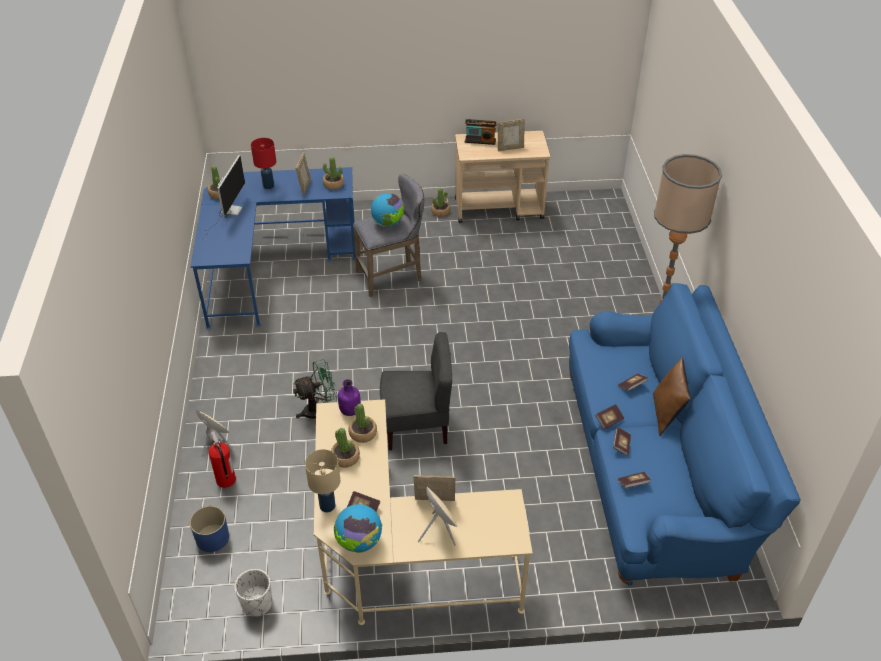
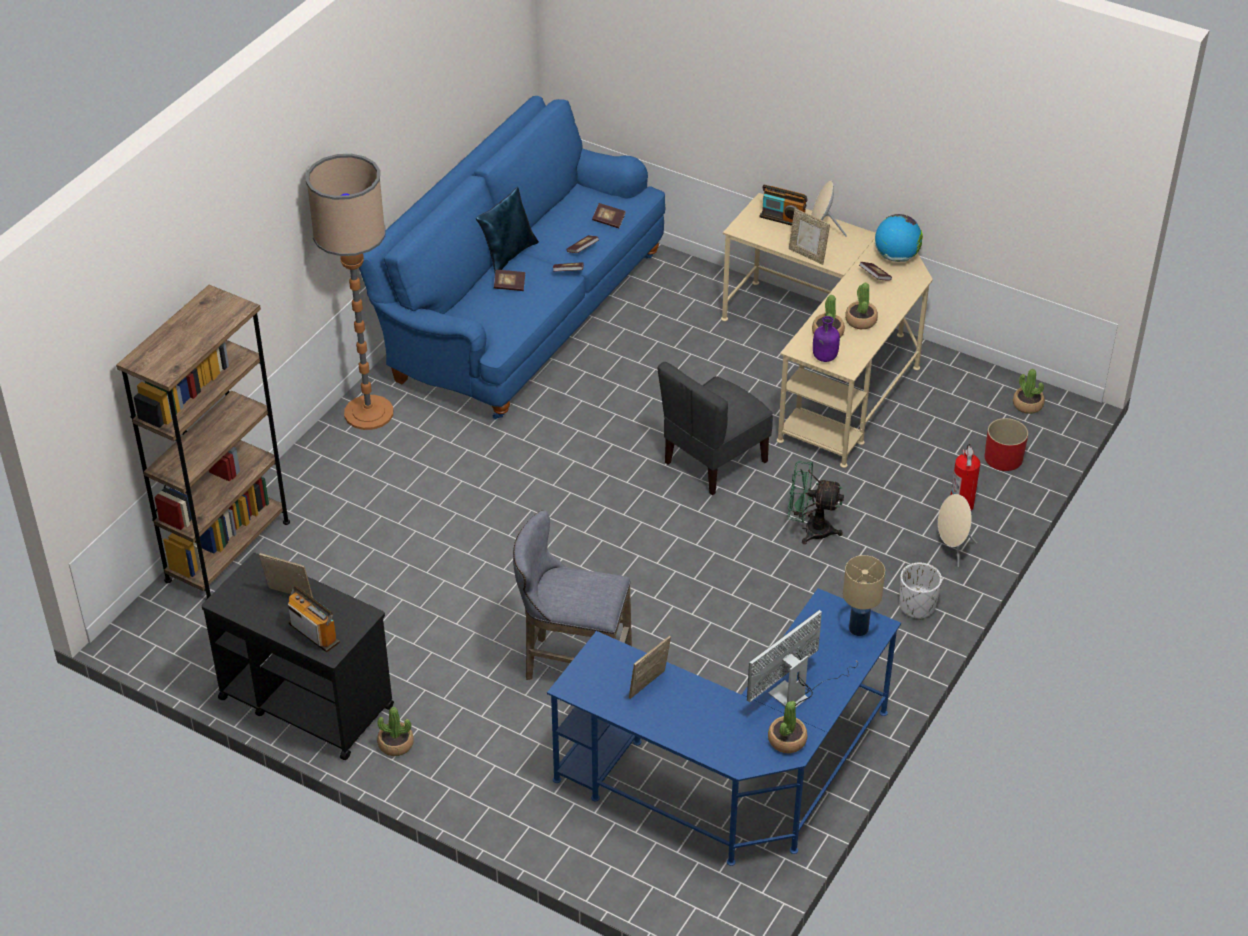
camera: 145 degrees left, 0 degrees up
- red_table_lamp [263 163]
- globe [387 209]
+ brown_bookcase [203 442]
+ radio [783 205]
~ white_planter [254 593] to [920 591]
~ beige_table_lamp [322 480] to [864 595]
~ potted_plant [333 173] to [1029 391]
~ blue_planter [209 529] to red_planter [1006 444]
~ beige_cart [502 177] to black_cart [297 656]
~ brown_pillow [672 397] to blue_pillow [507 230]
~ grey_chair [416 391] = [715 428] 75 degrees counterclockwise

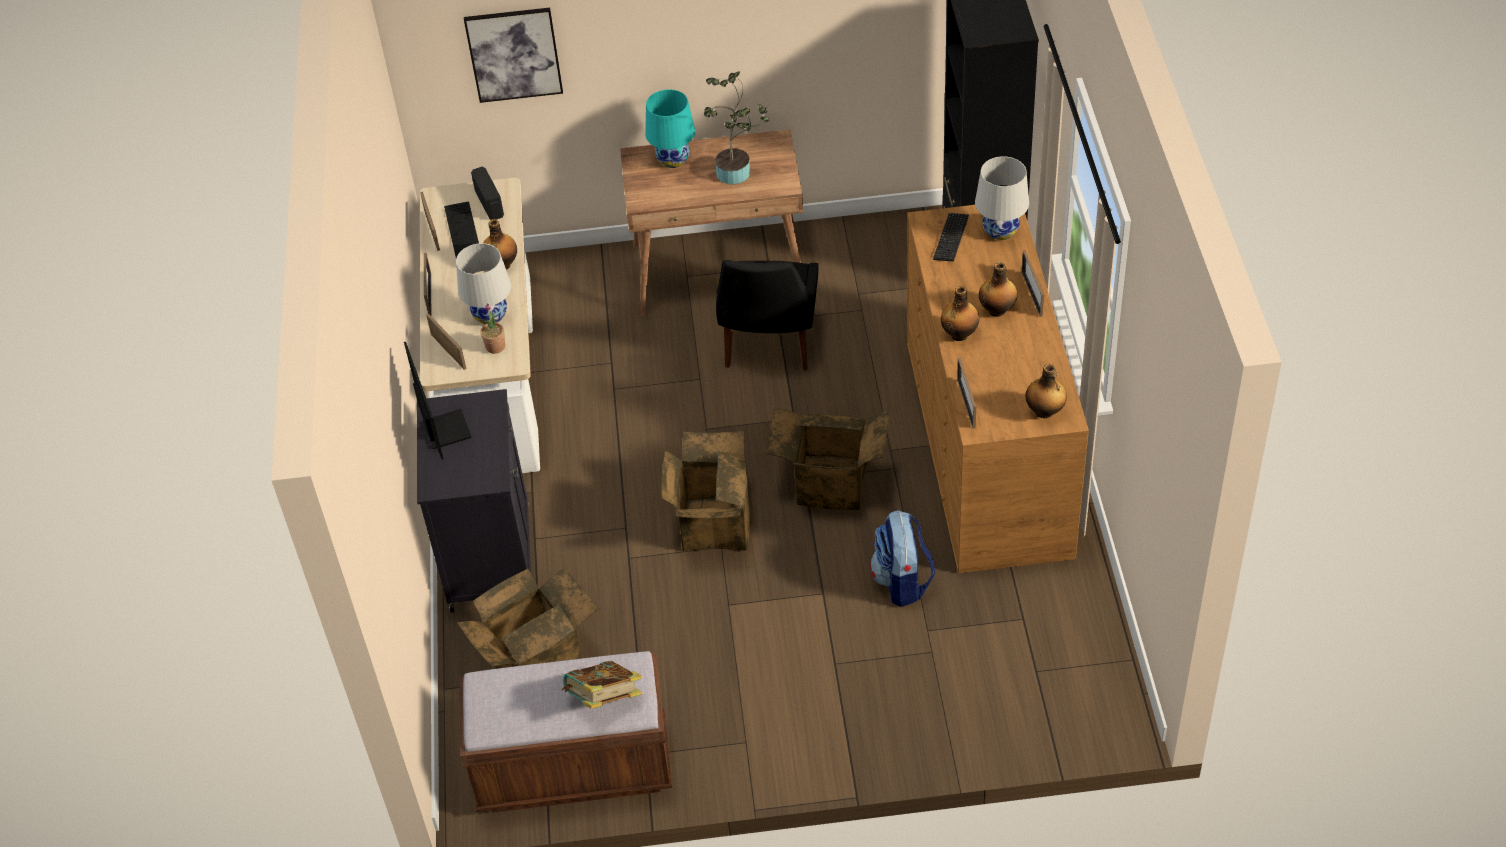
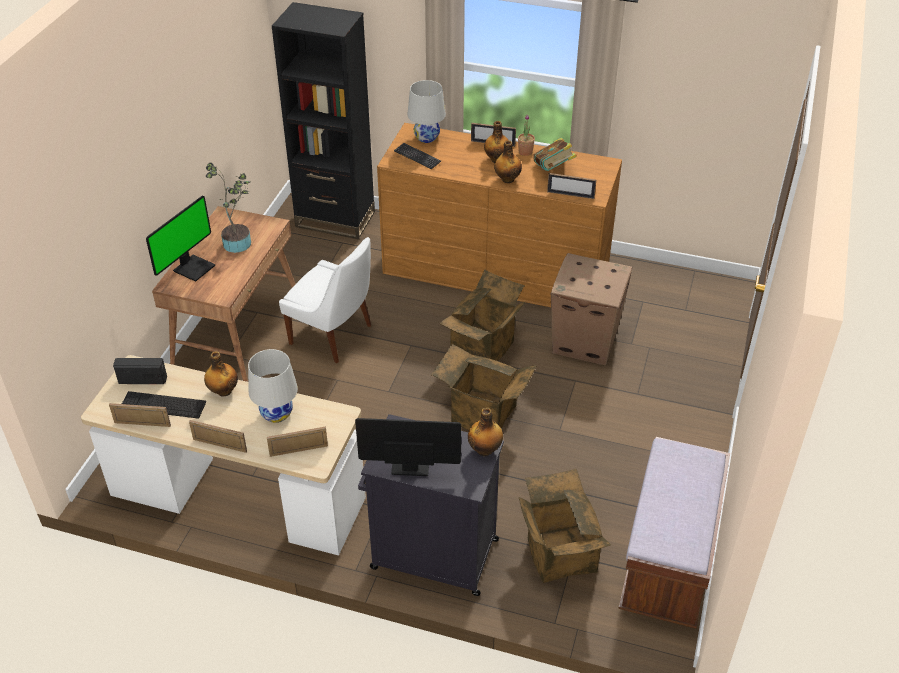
camera: 70 degrees left, 5 degrees down
- picture [513 55]
~ potted_plant [493 329] to [526 135]
~ book [602 685] to [555 154]
~ bottle [1046 391] to [485 431]
~ turquoise_table_lamp [670 128] to monitor [180 239]
~ backpack [902 558] to cardboard_box [592 309]
~ black_chair [767 315] to white_chair [325 300]

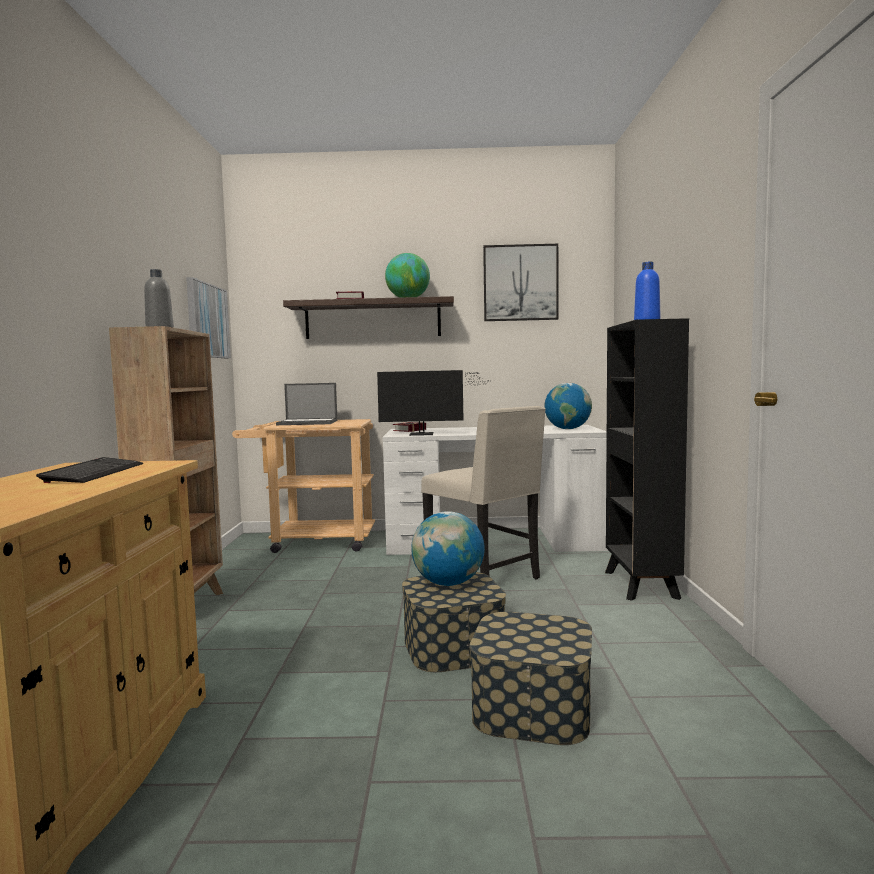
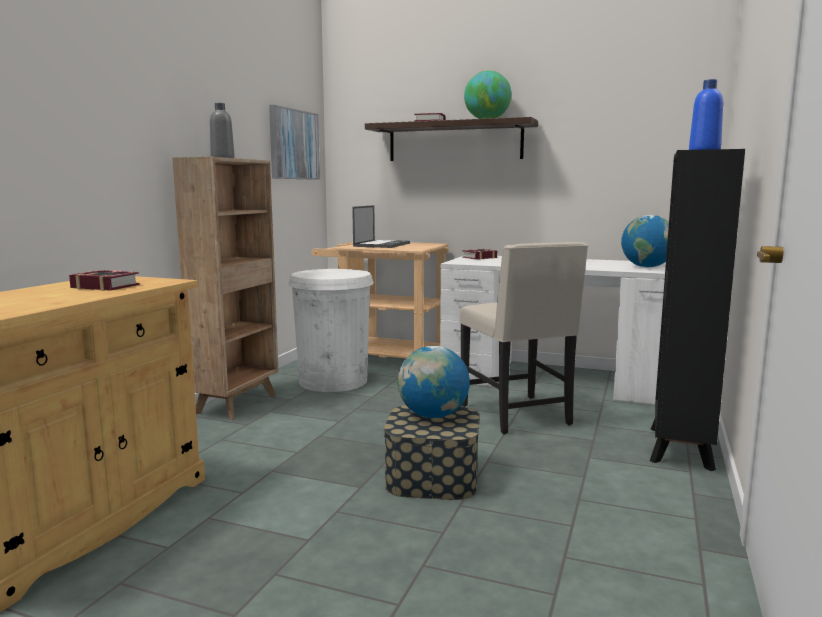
camera: 20 degrees right, 5 degrees up
- monitor [431 403]
- storage_box [531 678]
- picture [520 282]
+ white_trash_can [330 330]
~ keyboard [89 470] to book [104 280]
~ laptop [307 404] = [381 226] 90 degrees counterclockwise

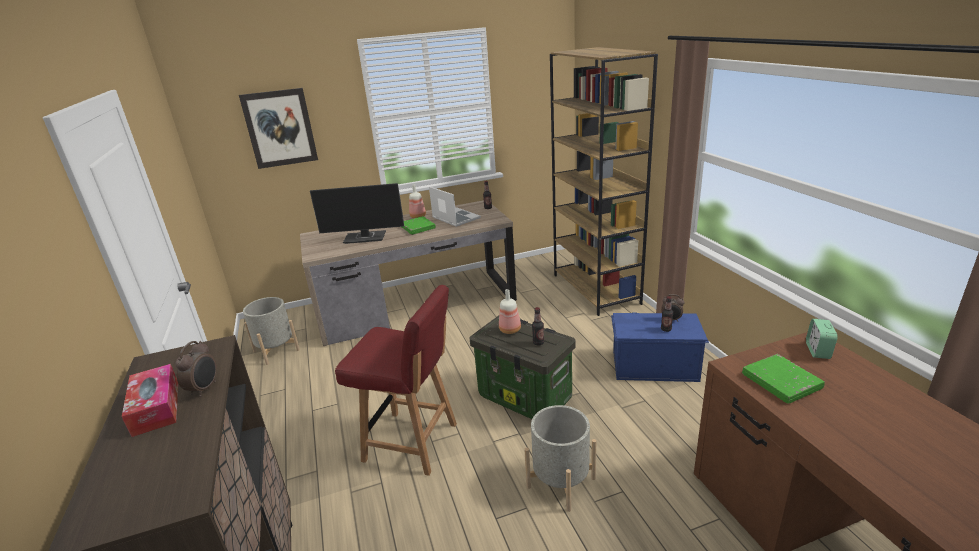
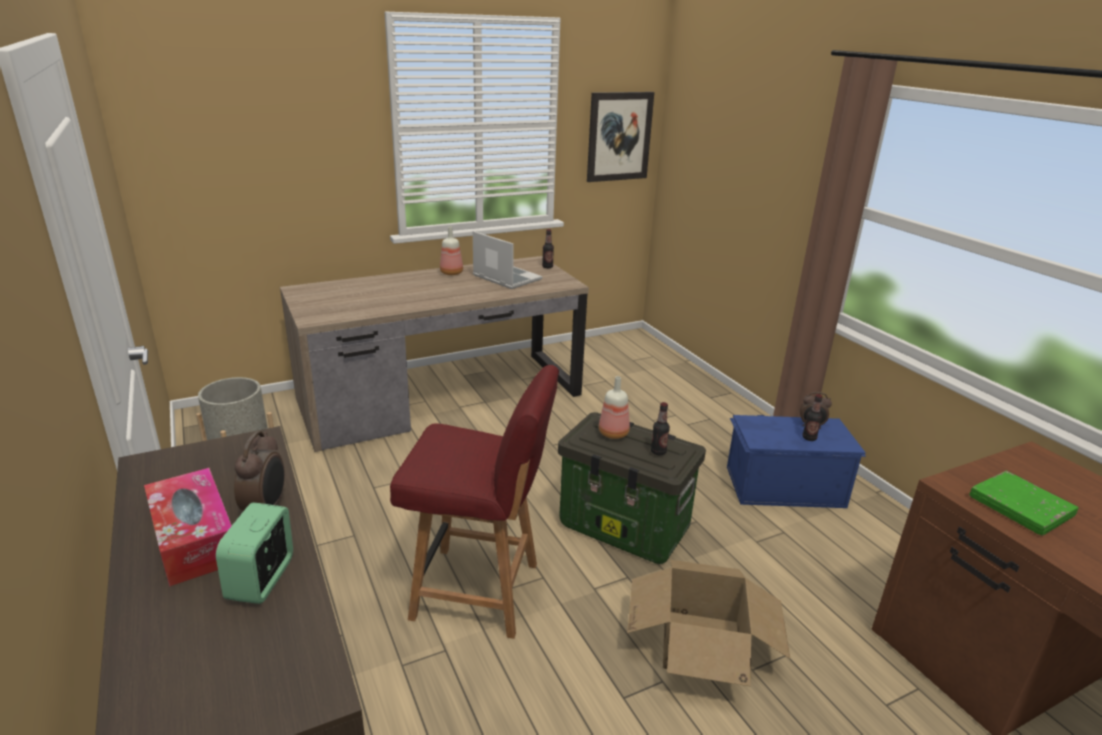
camera: 10 degrees left, 0 degrees up
- monitor [357 213]
- green_book [419 225]
- brown_bookcase [604 181]
~ picture [278 128] to [621 137]
~ alarm_clock [822 339] to [254 553]
~ grey_planter [560 458] to cardboard_box [708 623]

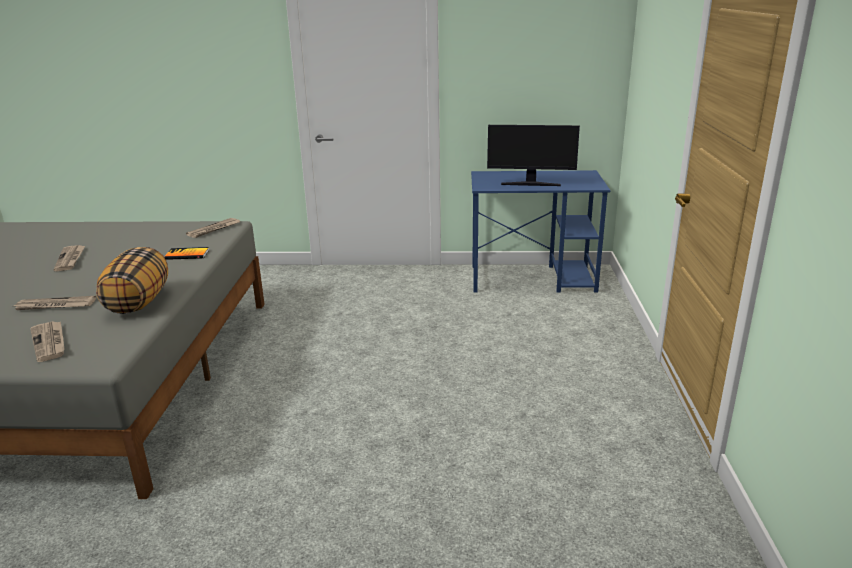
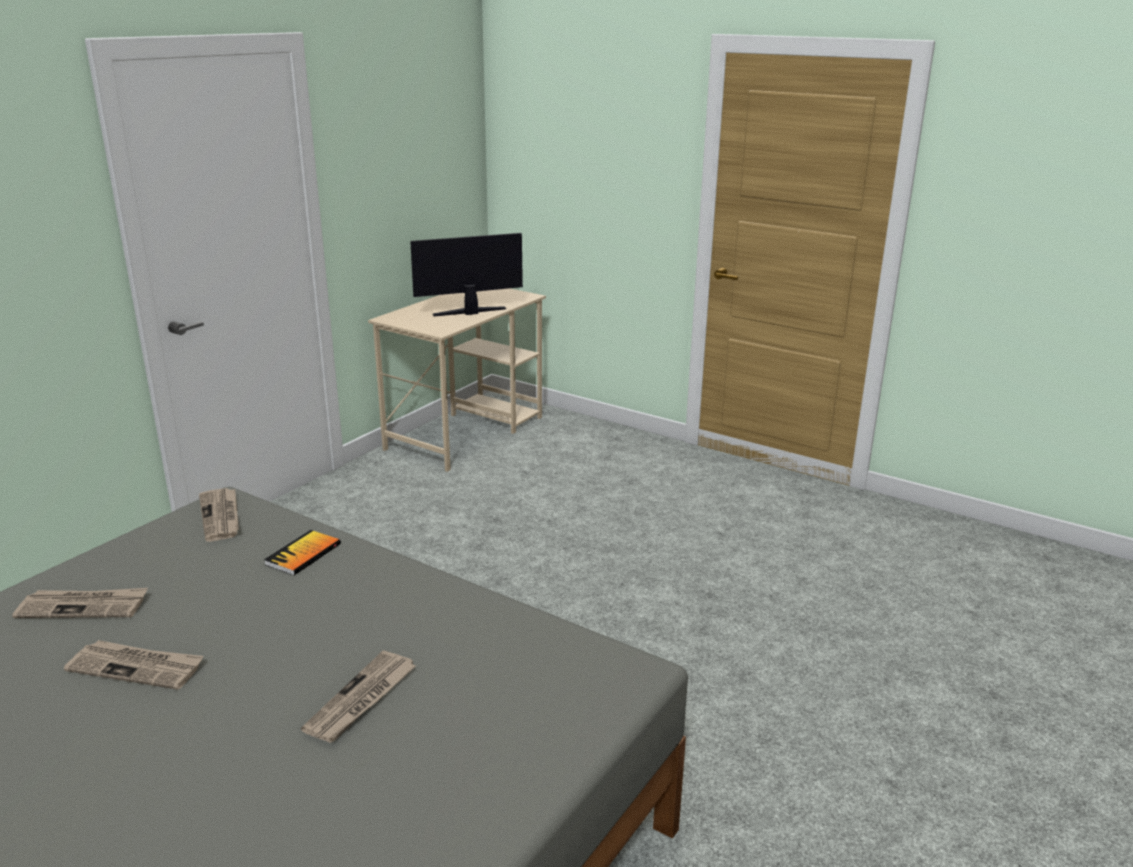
camera: 60 degrees left, 0 degrees up
- pillow [132 280]
~ newspaper [47 341] to [80 603]
~ blue_desk [540 231] to beige_desk [457 380]
~ monitor [533 155] = [466 274] 150 degrees counterclockwise

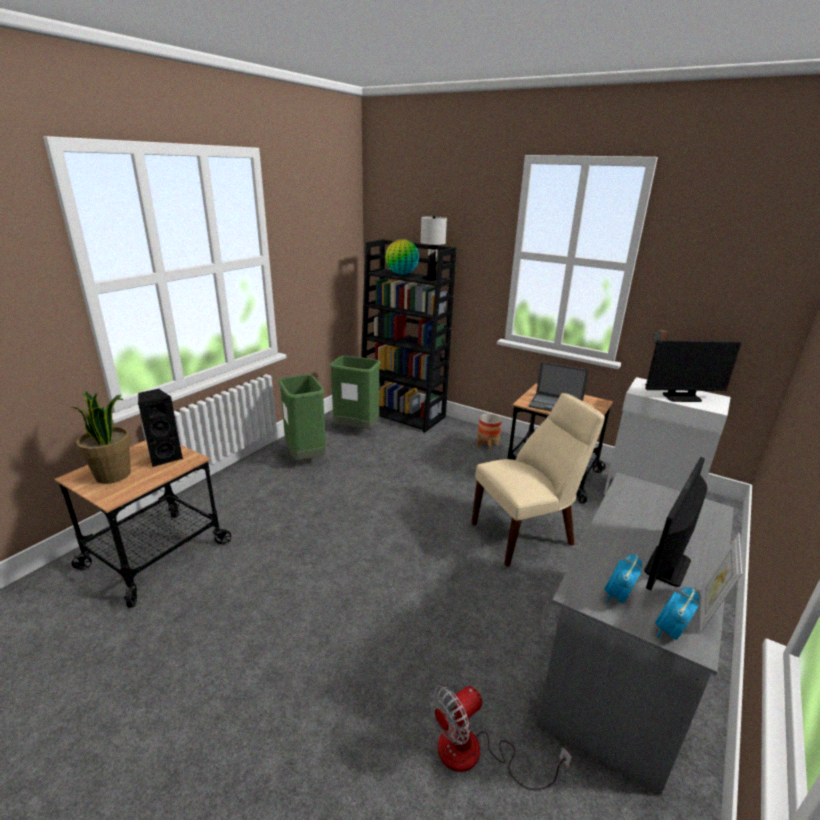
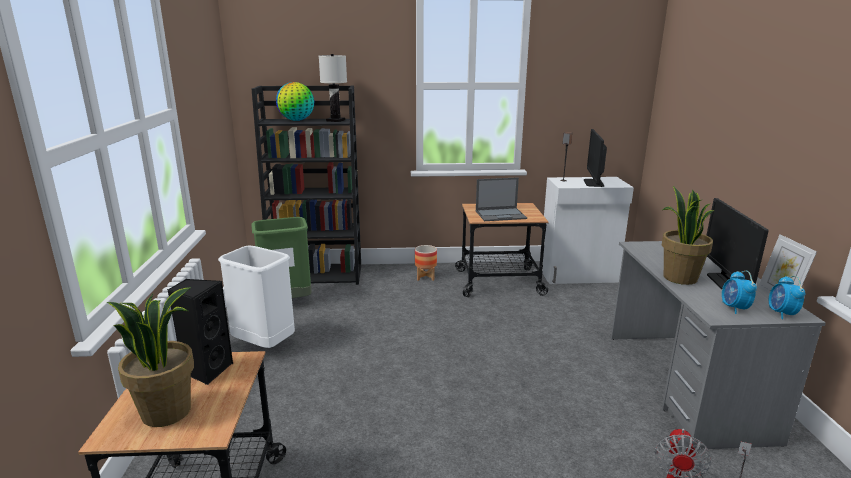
camera: 35 degrees left, 5 degrees down
- beige_chair [538 479]
+ potted_plant [688 235]
~ green_trash_can [302 417] to white_trash_can [256 297]
~ monitor [693 371] = [595 158] 135 degrees clockwise

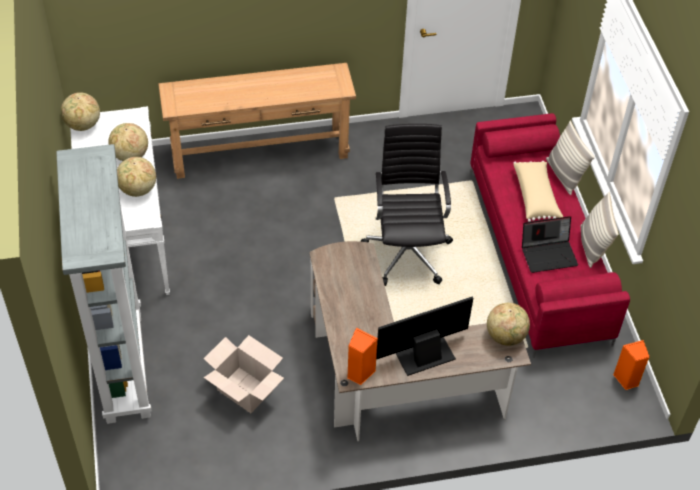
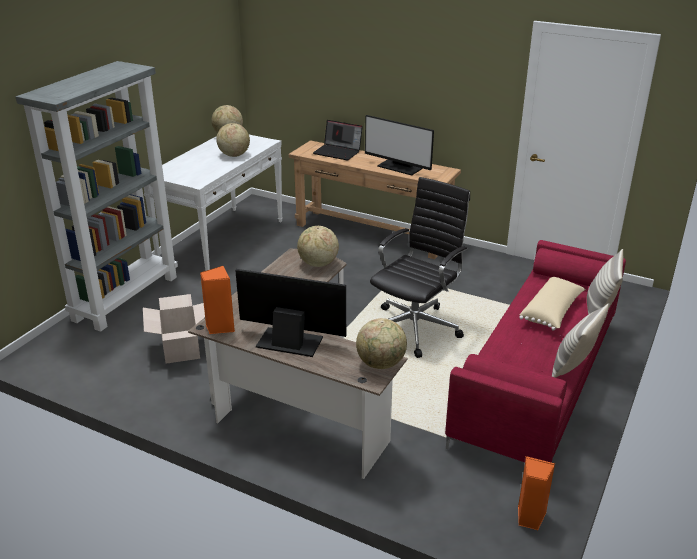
camera: 40 degrees right, 20 degrees down
+ monitor [399 145]
~ globe [136 177] to [318 246]
~ laptop [550 244] to [338 140]

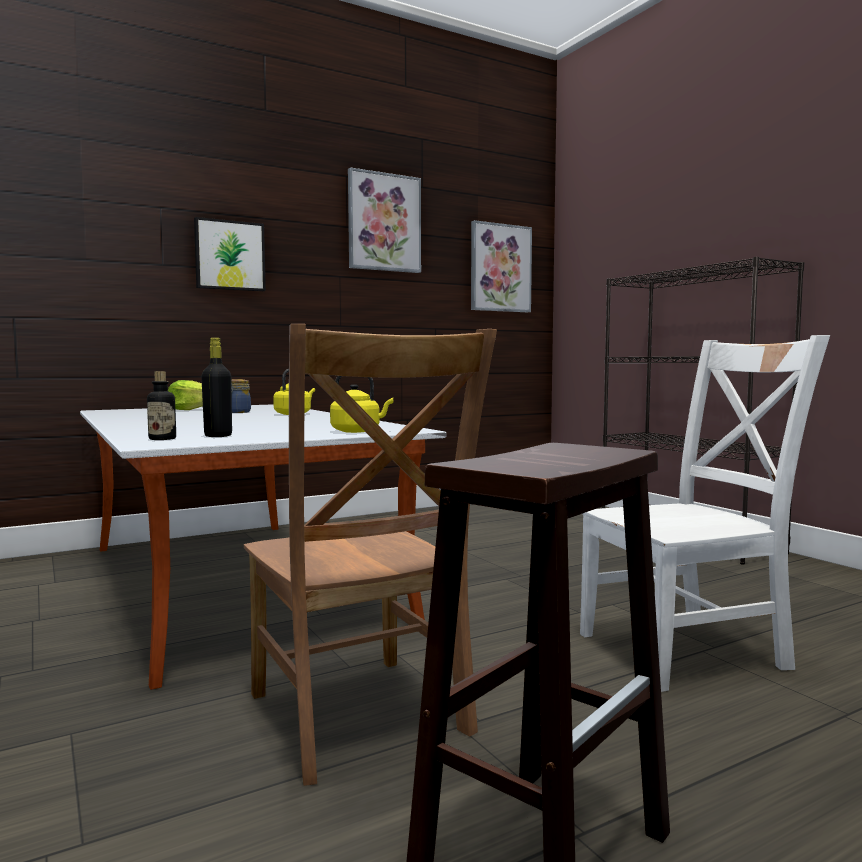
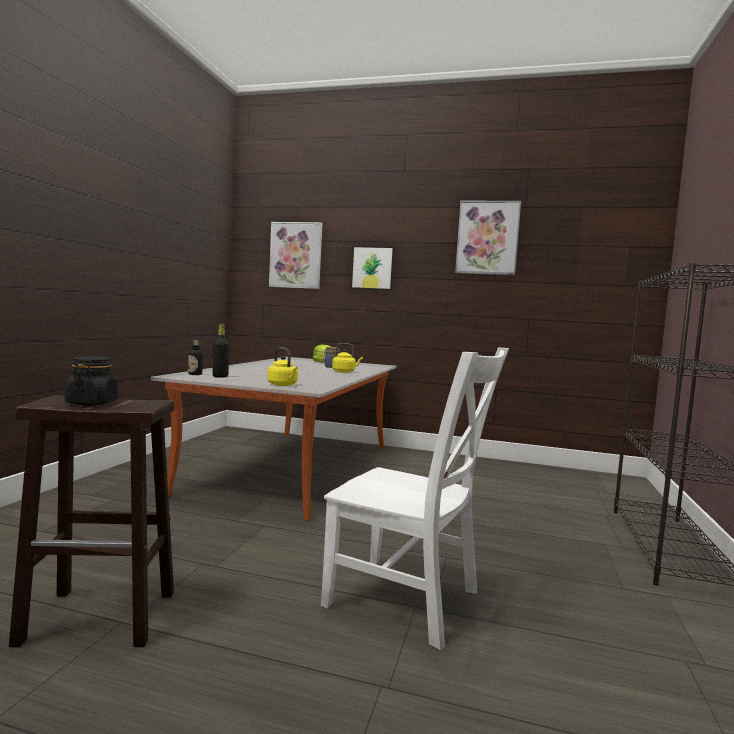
camera: 45 degrees right, 0 degrees up
- brown_chair [370 555]
+ black_jar [91 380]
~ picture [501 266] to [295 255]

